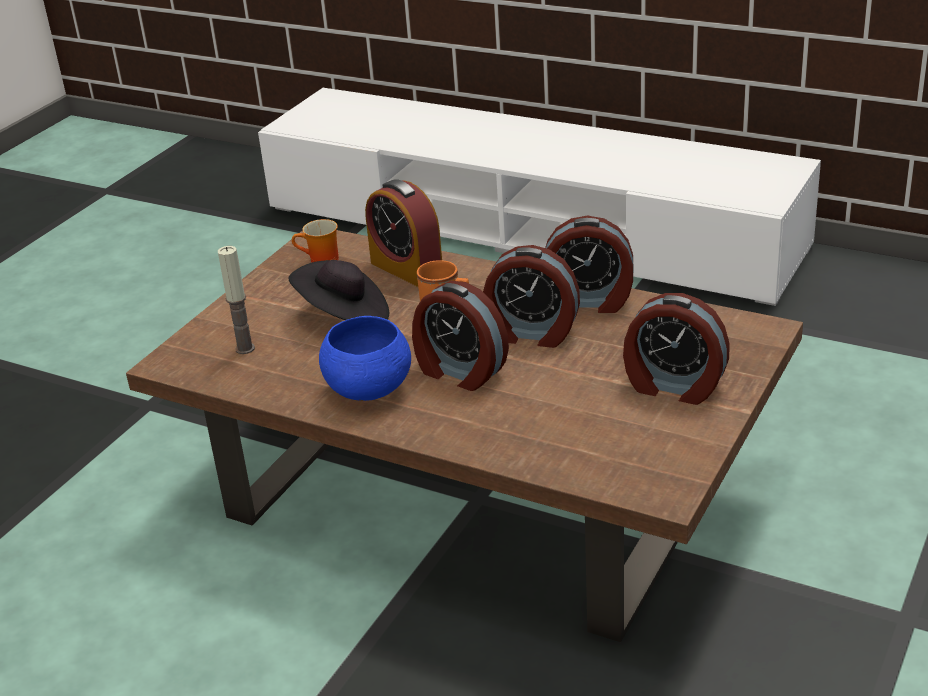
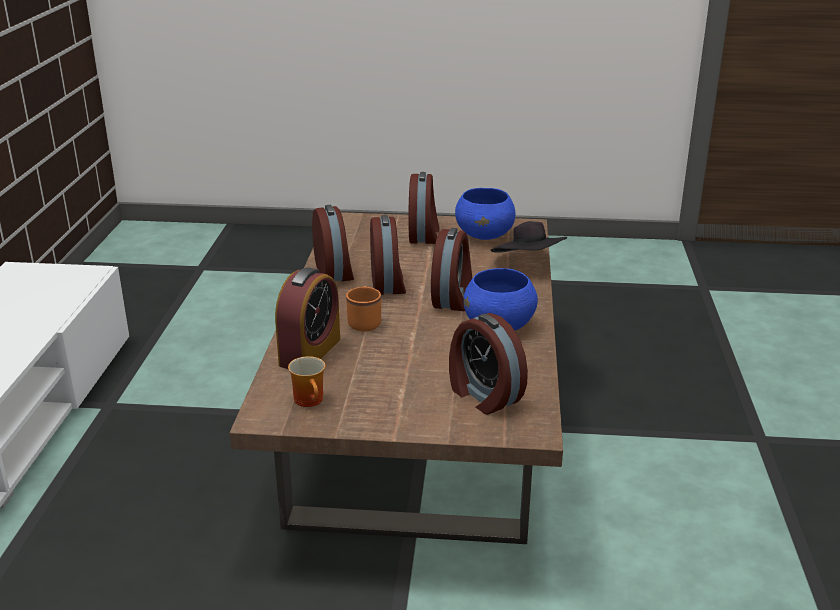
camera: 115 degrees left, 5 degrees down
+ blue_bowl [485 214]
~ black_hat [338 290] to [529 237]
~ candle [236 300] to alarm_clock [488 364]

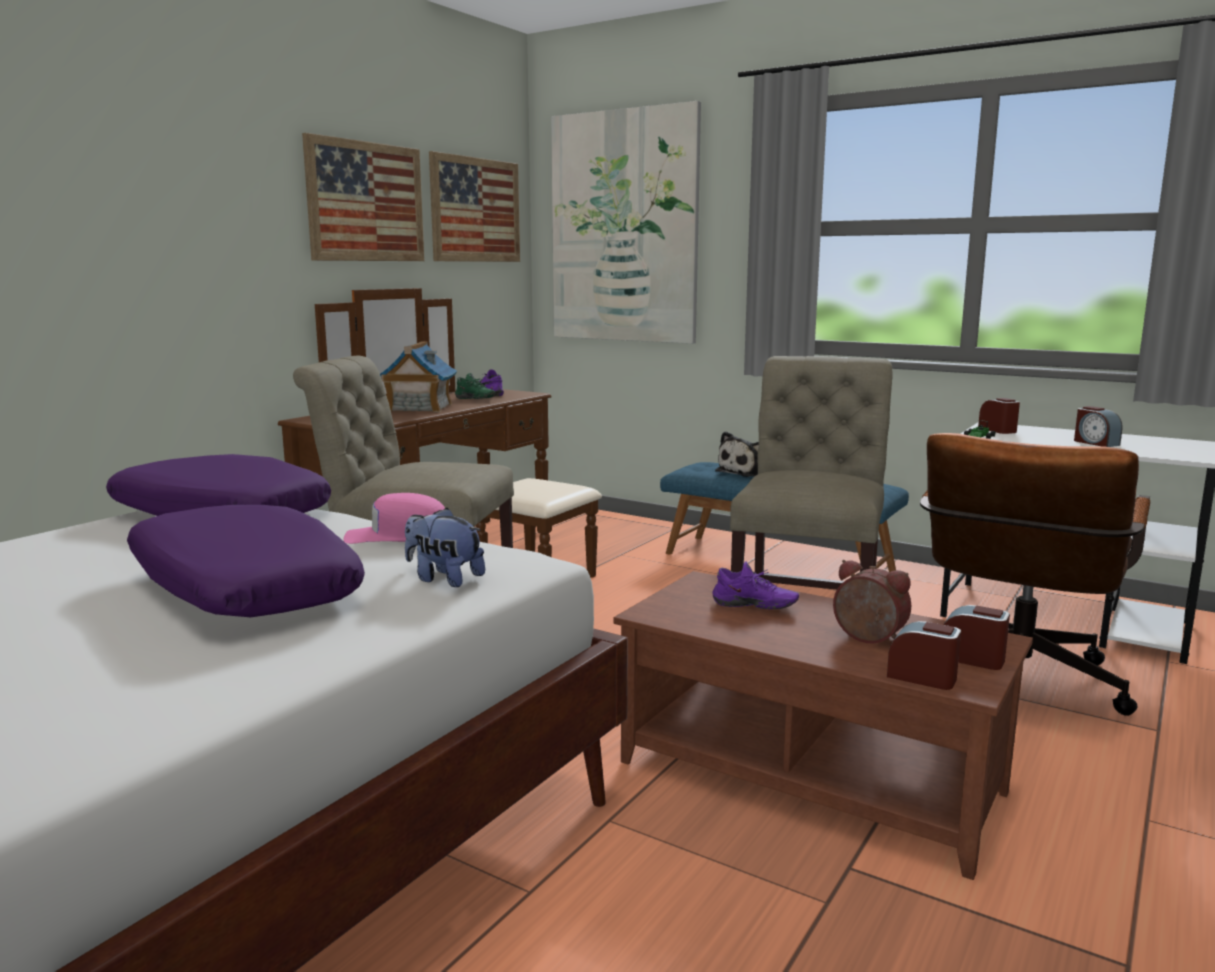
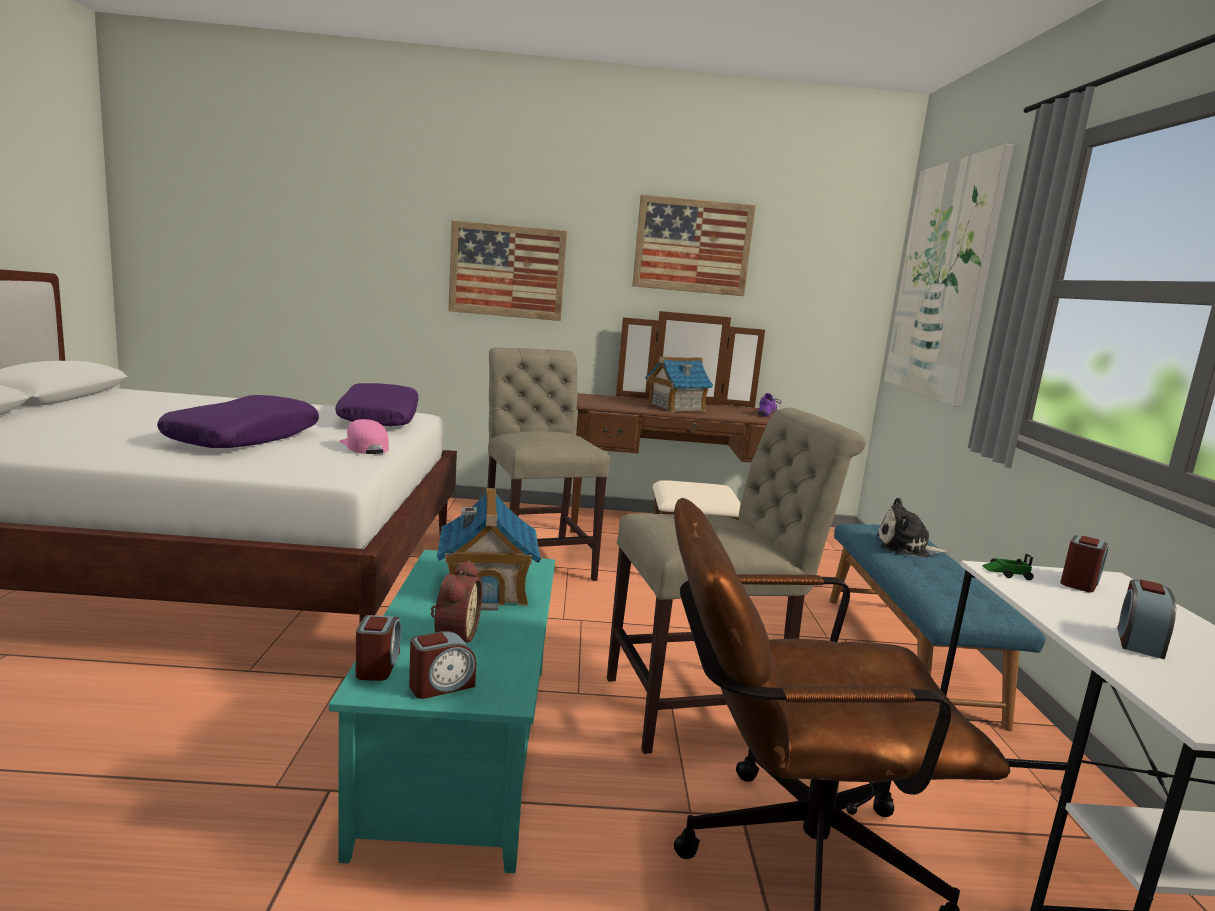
camera: 55 degrees right, 0 degrees up
- plush_toy [445 547]
- green_shoe [475 386]
~ picture [474 206] to [507 270]
~ purple_shoe [755 585] to toy_house [489 549]
~ brown_coffee_table [823 725] to turquoise_coffee_table [442 711]
~ alarm_clock [976 637] = [442 665] 60 degrees clockwise

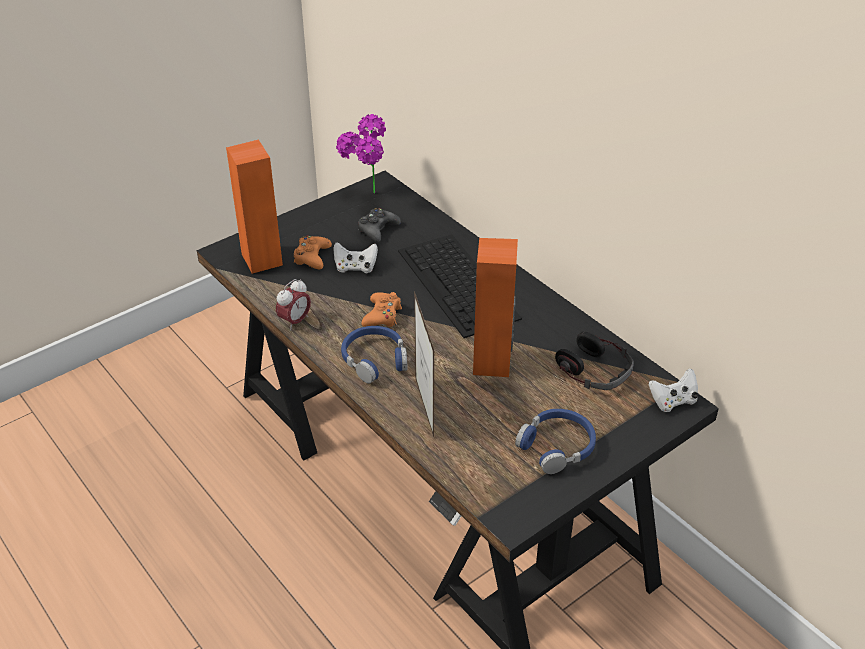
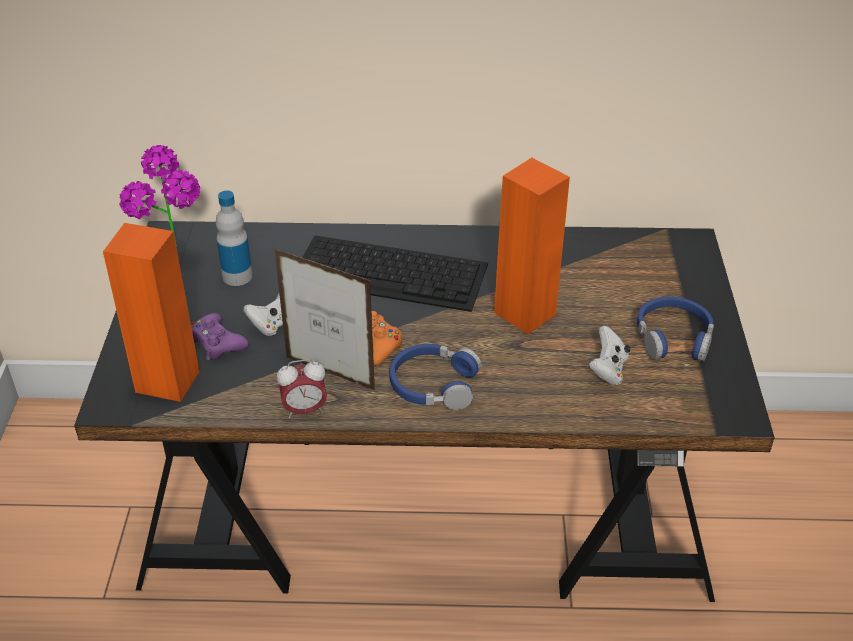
camera: 50 degrees left, 0 degrees up
- headphones [594 360]
~ picture_frame [424 364] to [325 319]
~ white_game_controller [673 390] to [609 355]
~ black_game_controller [379 225] to bottle [234 238]
~ orange_game_controller [313 252] to purple_game_controller [220 336]
~ alarm_clock [293 304] = [302 389] 90 degrees clockwise

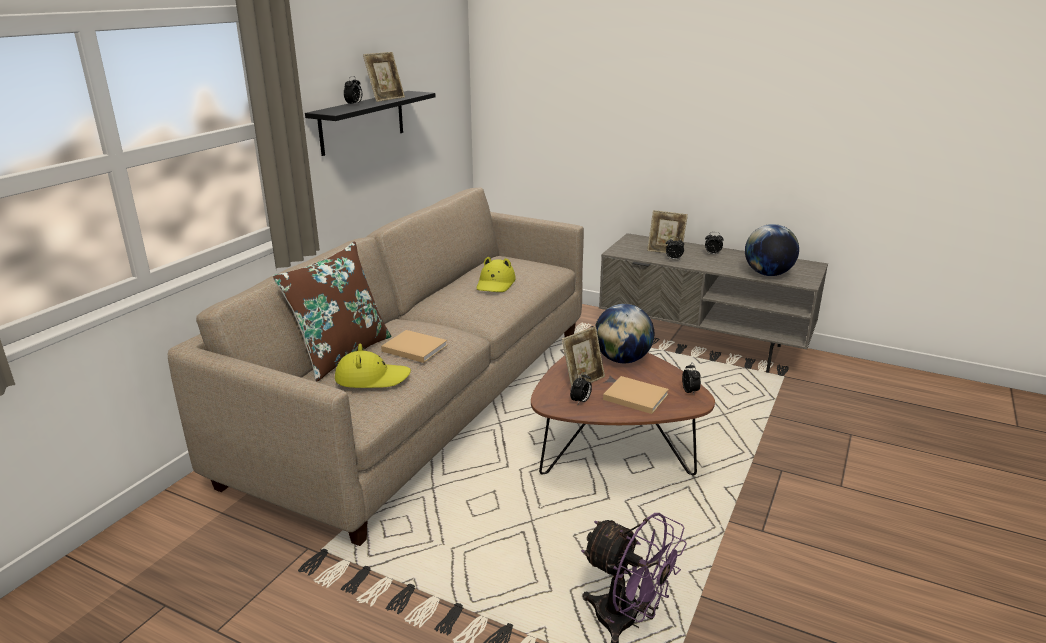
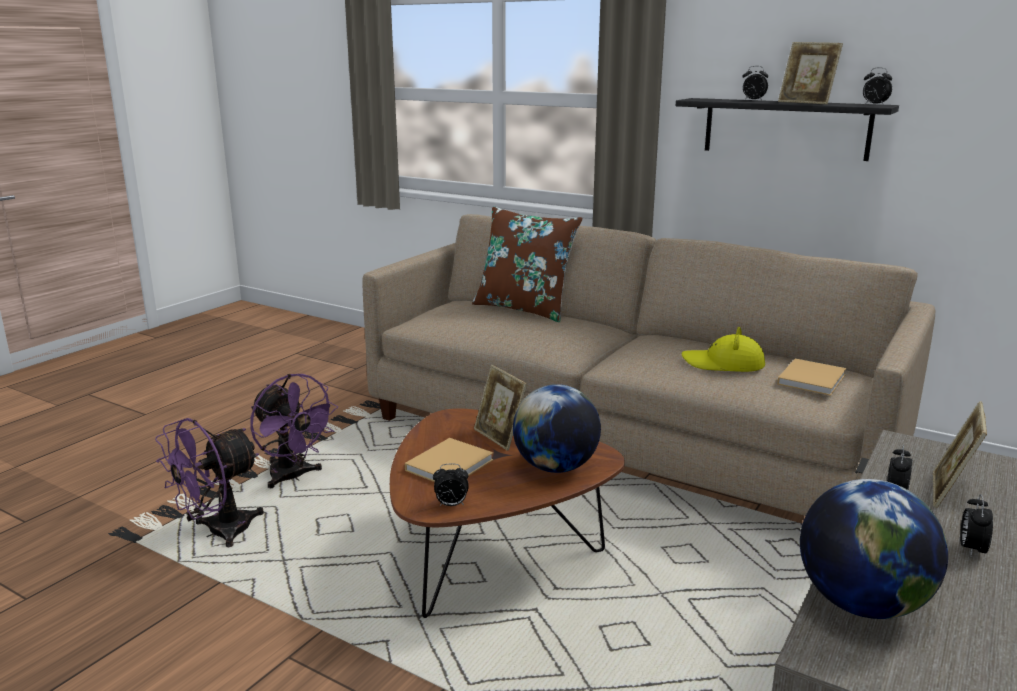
camera: 95 degrees right, 5 degrees down
- yellow_hat [373 365]
+ purple_fan [294 431]
~ beige_book [414 346] to [811 377]
~ alarm_clock [581 388] to [877 86]

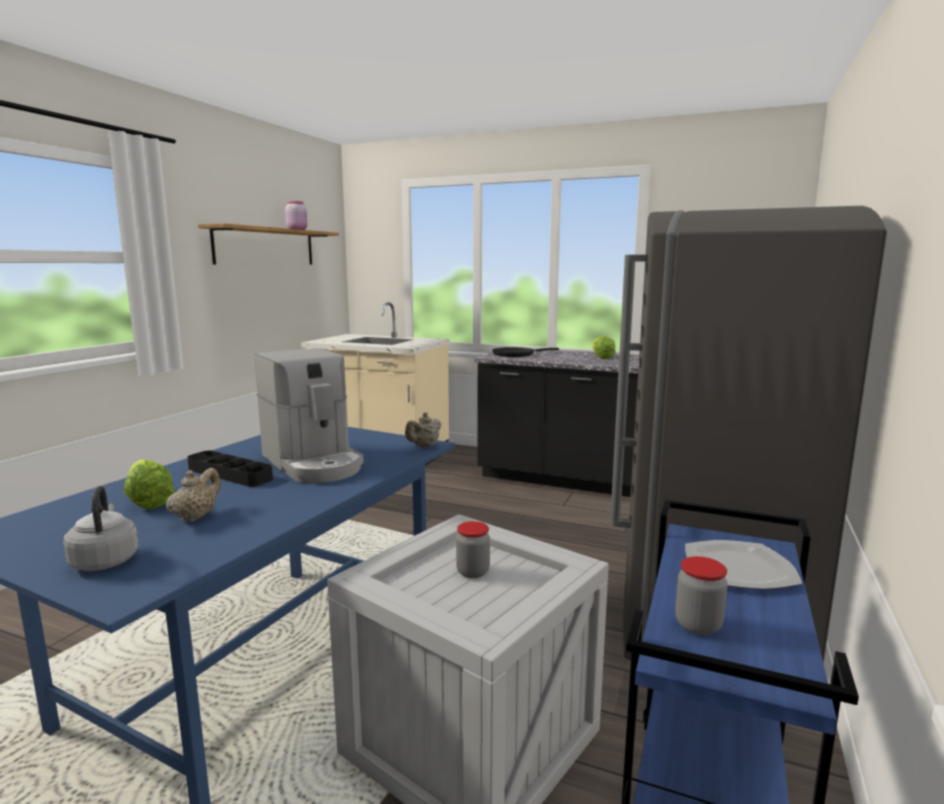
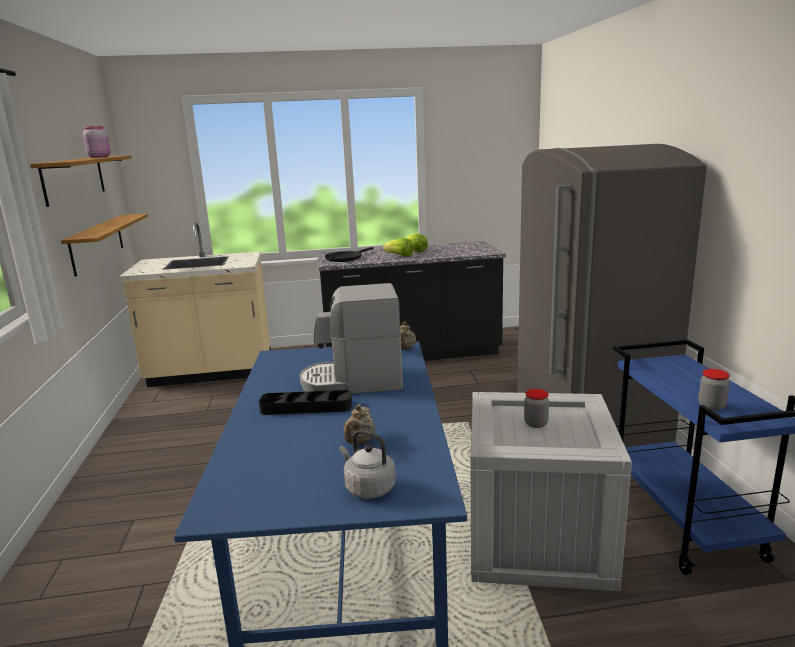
camera: 30 degrees left, 5 degrees up
- plate [743 564]
+ shelf [104 245]
~ lettuce [149 484] to [398 247]
~ beige_teapot [193 495] = [359 424] 150 degrees counterclockwise
~ coffee_machine [309 415] = [351 338] 150 degrees clockwise

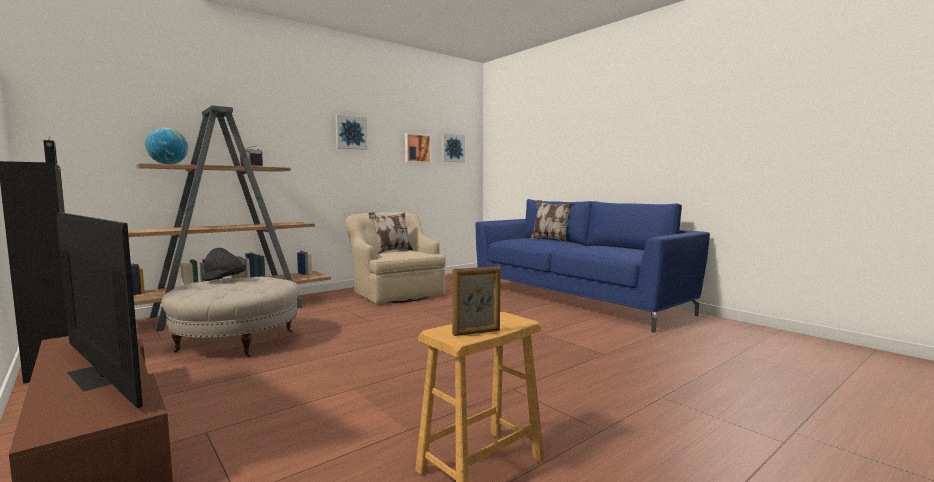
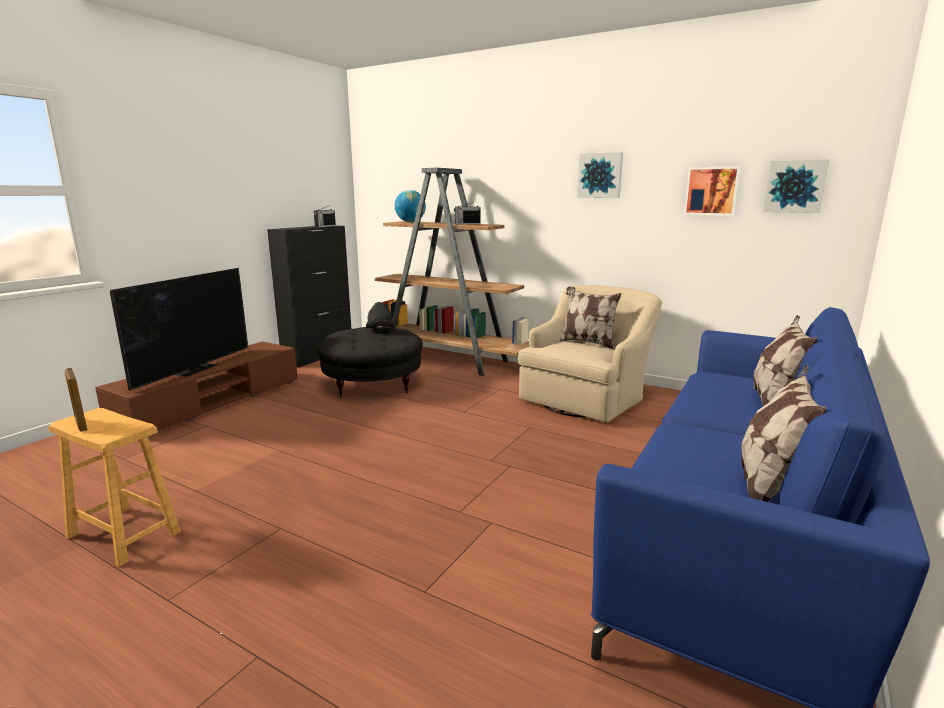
camera: 70 degrees right, 10 degrees up
+ pillow [784 433]
~ beige_ottoman [231 317] to black_ottoman [370 362]

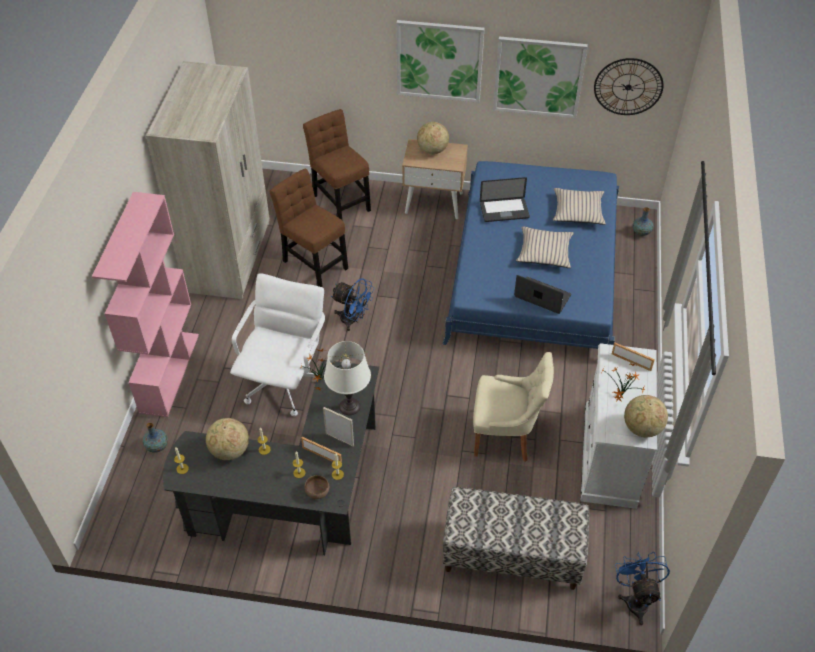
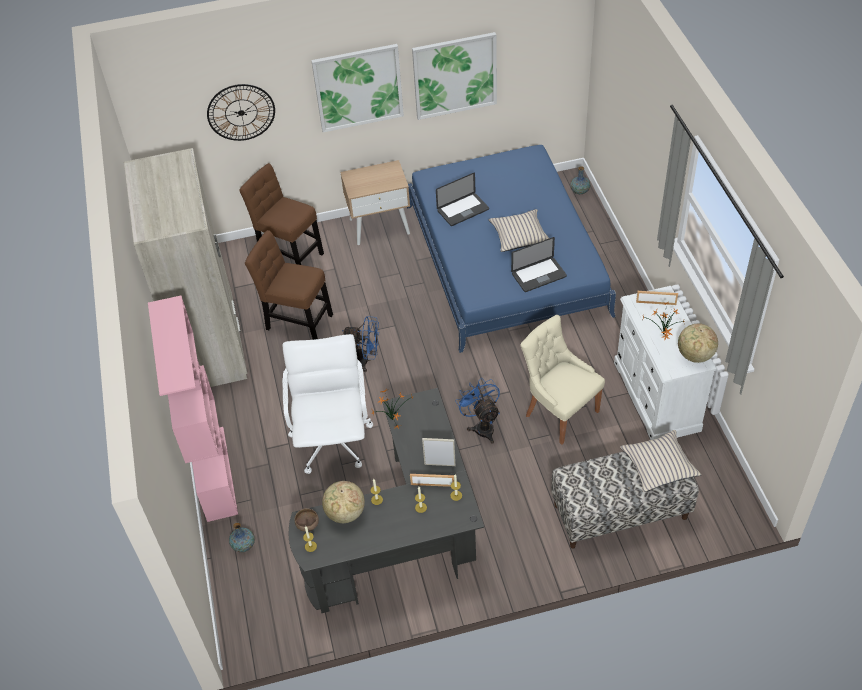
camera: 20 degrees left, 0 degrees up
- white_table_lamp [347 378]
- globe [433 138]
~ brown_bowl [317 487] to [306 520]
~ beige_pillow [579 206] to [660 461]
~ wall_clock [628 86] to [241 112]
~ blue_fan [642 588] to [477 411]
~ beige_chair [513 407] = [563 380] 120 degrees counterclockwise
~ laptop [542 294] = [539 264] 150 degrees clockwise

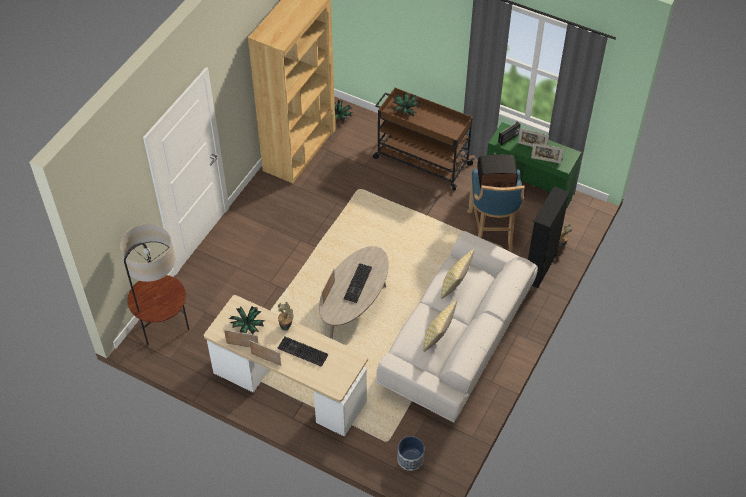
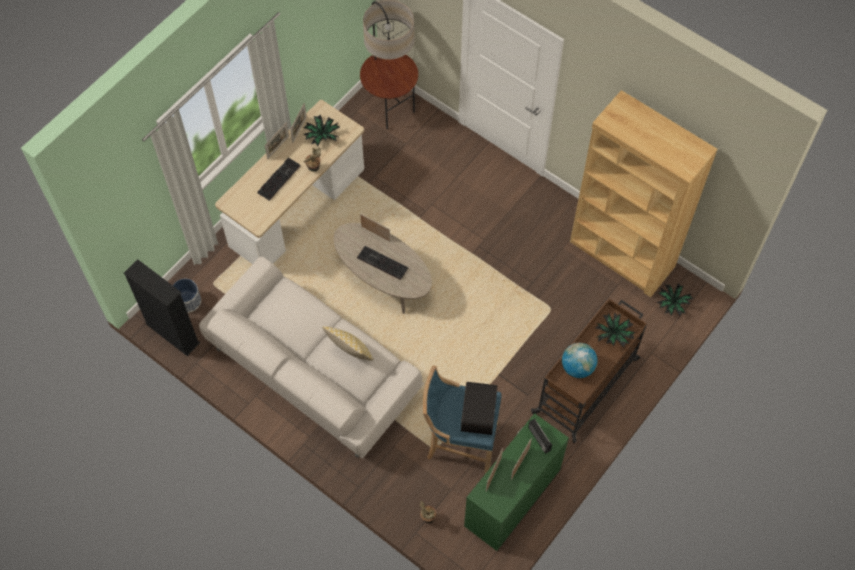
camera: 100 degrees right, 10 degrees up
- pillow [440 326]
+ globe [579 360]
~ black_bookcase [549 237] to [162 307]

